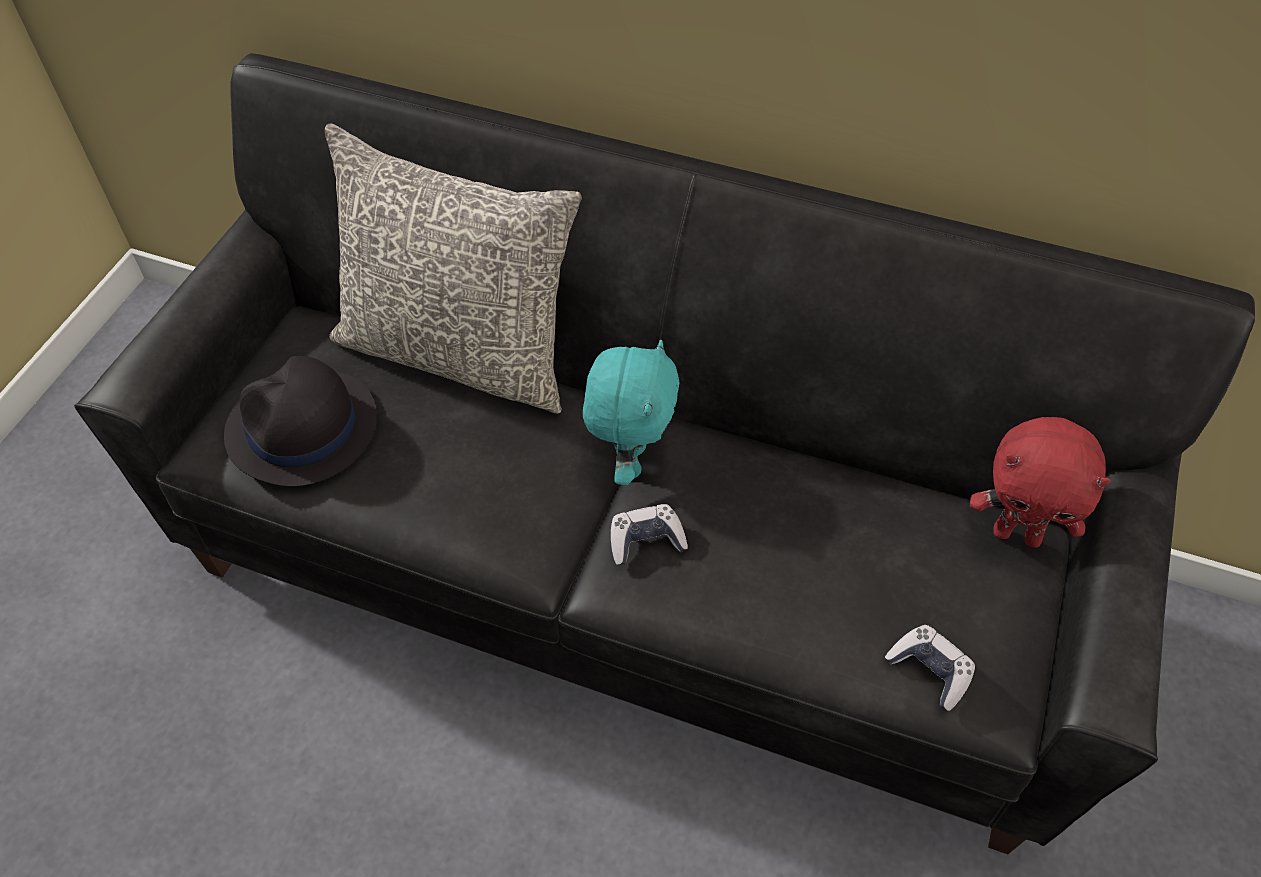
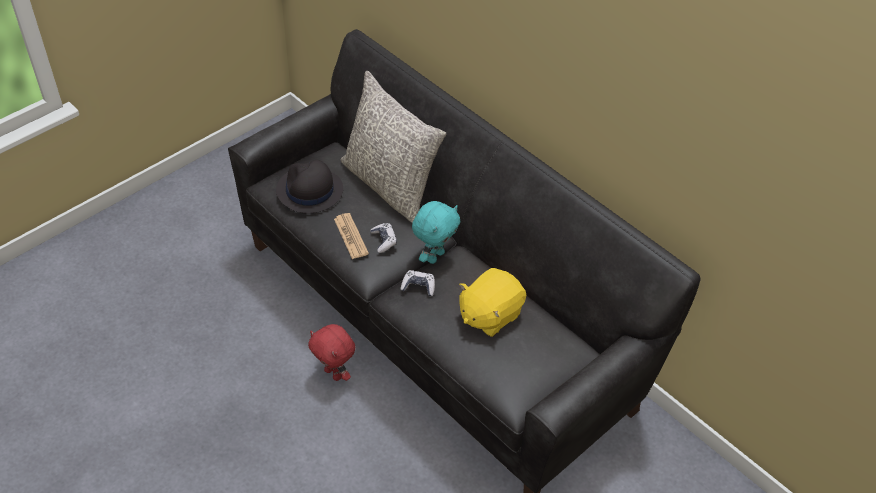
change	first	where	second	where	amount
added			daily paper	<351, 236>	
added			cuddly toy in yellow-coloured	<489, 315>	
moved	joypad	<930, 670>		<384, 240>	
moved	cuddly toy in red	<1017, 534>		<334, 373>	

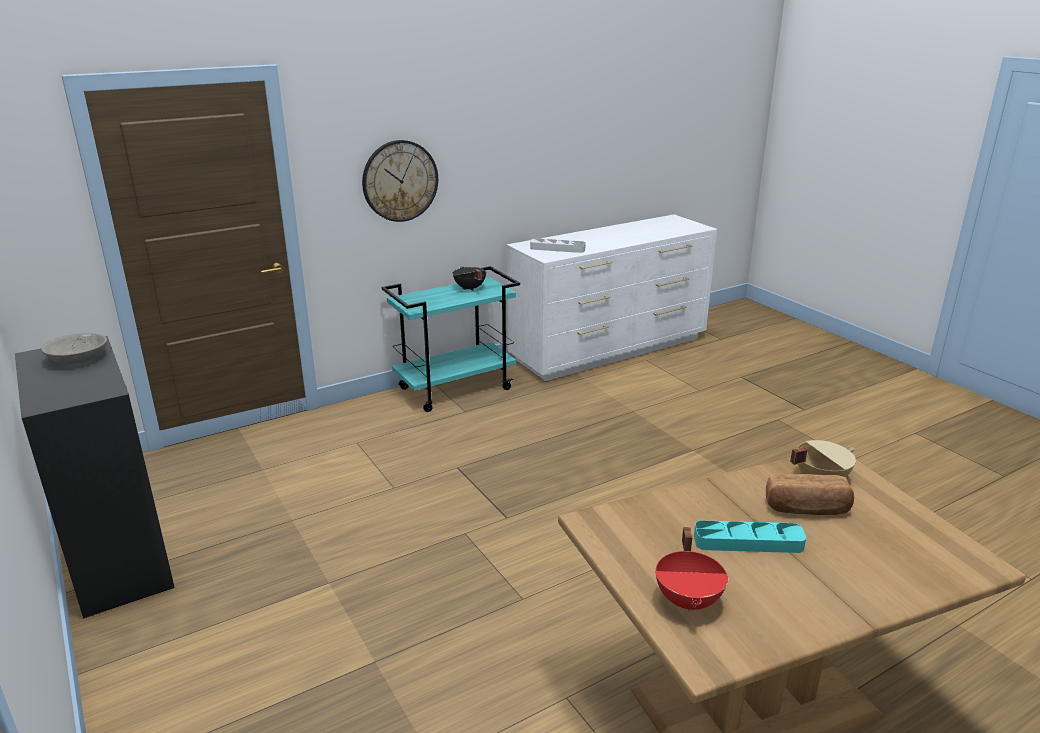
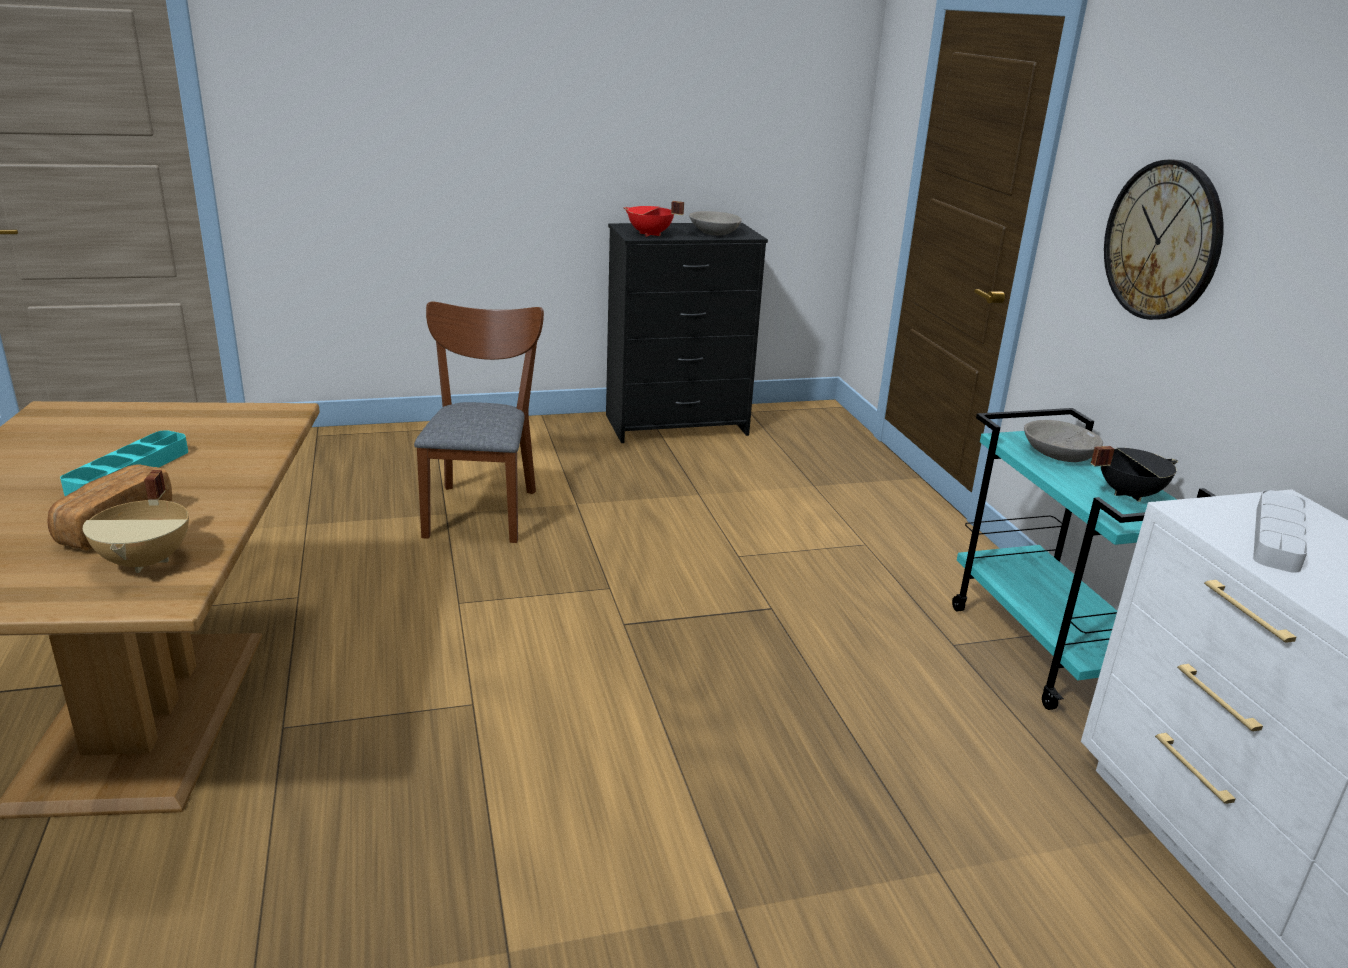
change	first	where	second	where	amount
added			upright chair in brownish	<482, 508>	
added			serving bowl in grey	<1058, 454>	
moved	cooking pot in red	<689, 600>		<650, 235>	

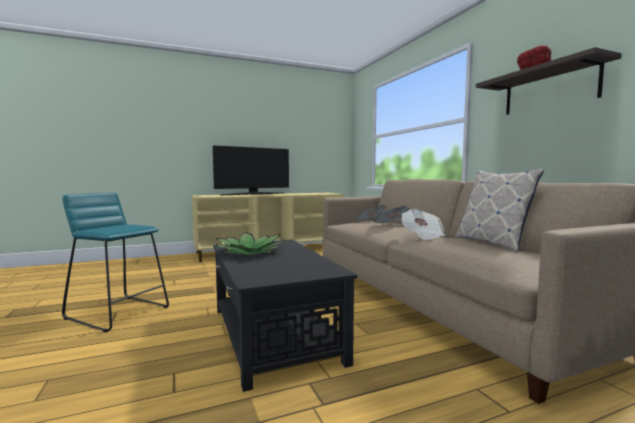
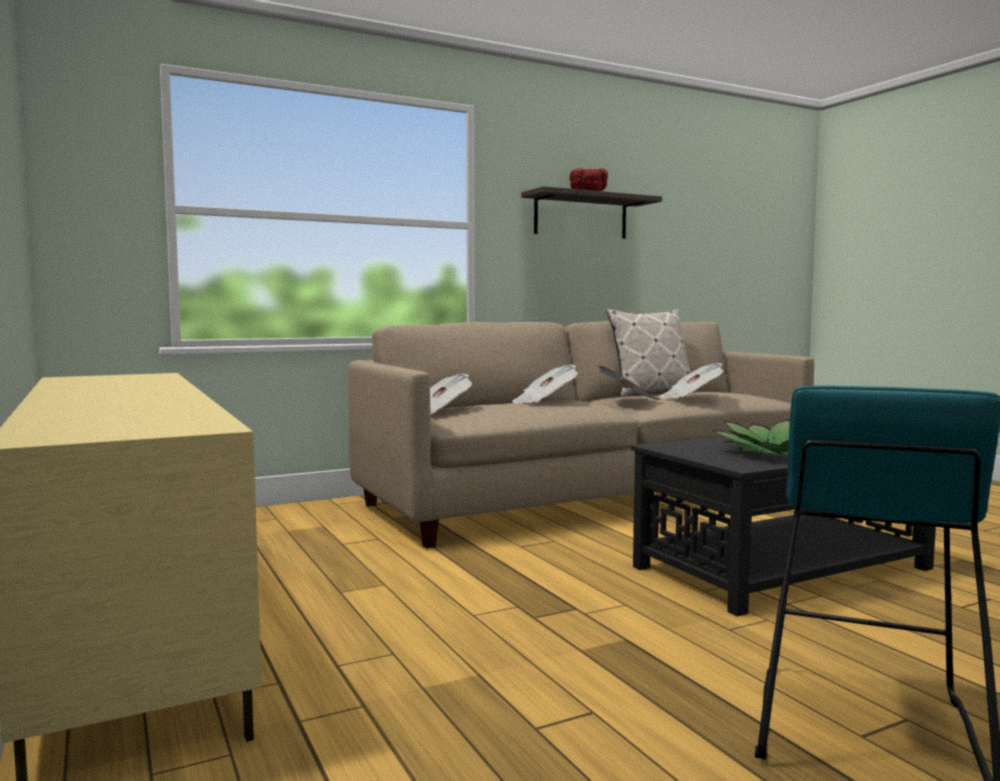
change	first	where	second	where	amount
removed	TV set	<253, 194>			
added			daily paper	<691, 397>	

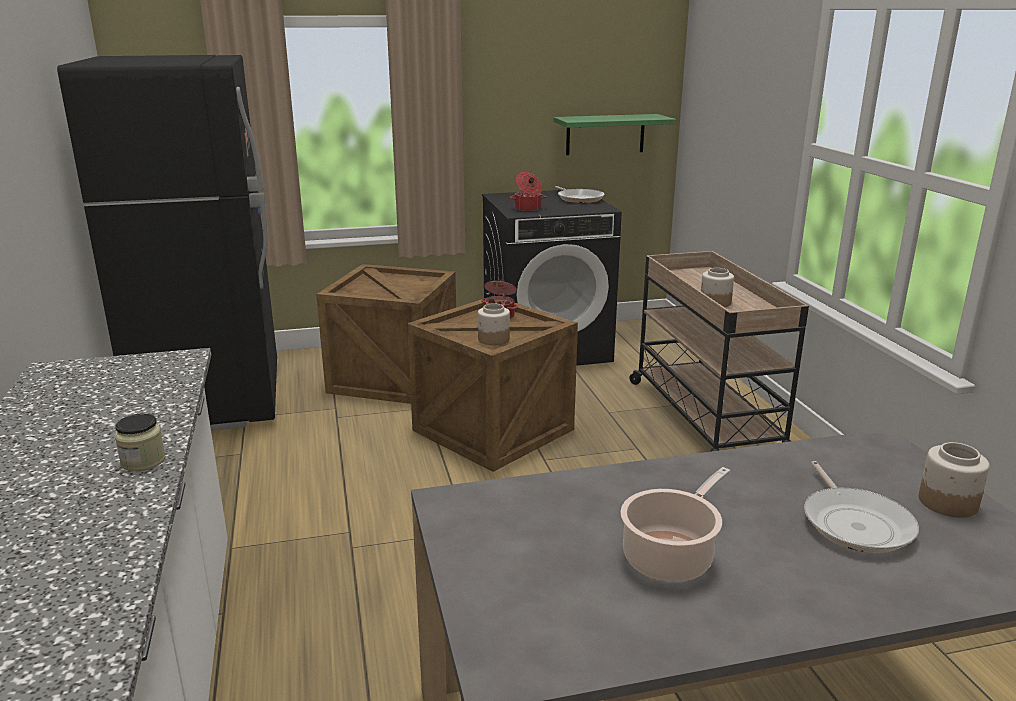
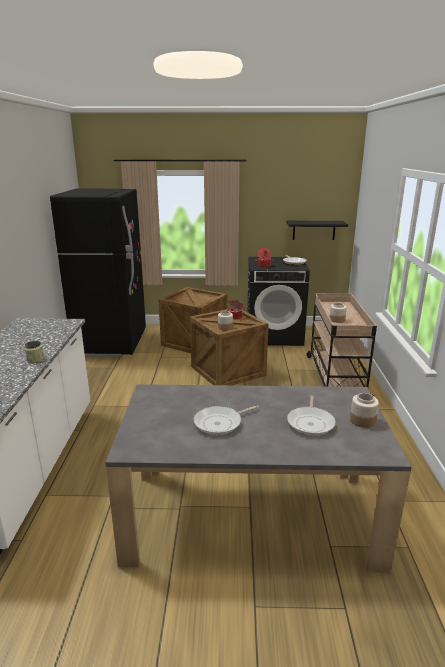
change	first	where	second	where	amount
replaced	cooking pot	<671, 556>	skillet	<220, 423>	
recoloured	shelf in green-coloured	<605, 134>	shelf in black-coloured	<314, 230>	

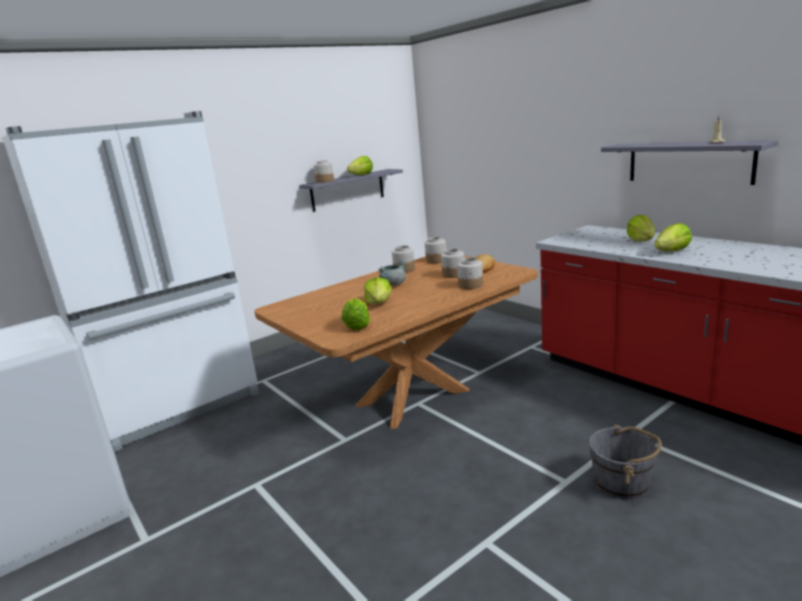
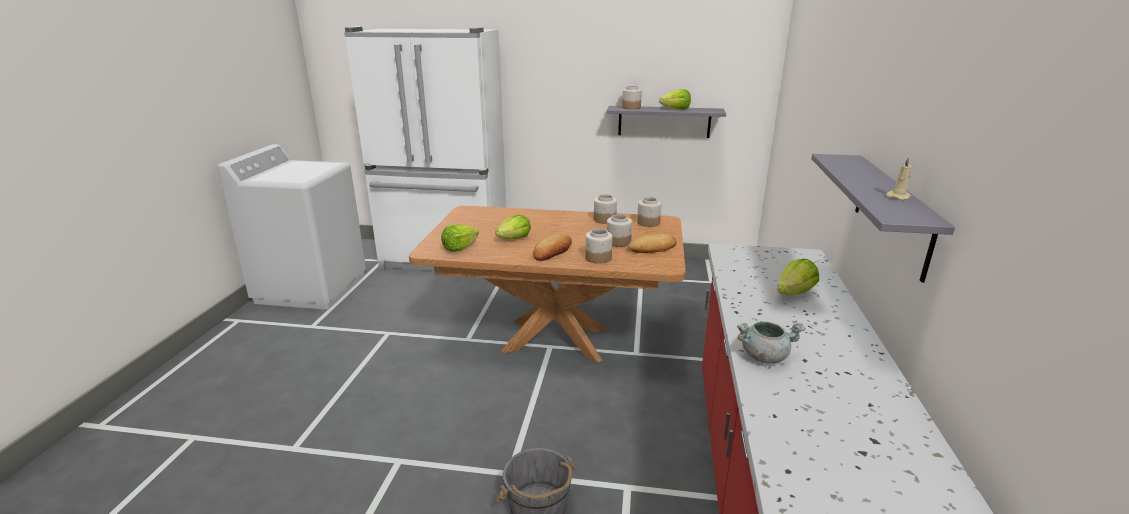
change	first	where	second	where	amount
removed	lettuce head	<672, 251>			
added			bread	<552, 251>	
moved	cooking pot in grey	<393, 284>		<764, 356>	

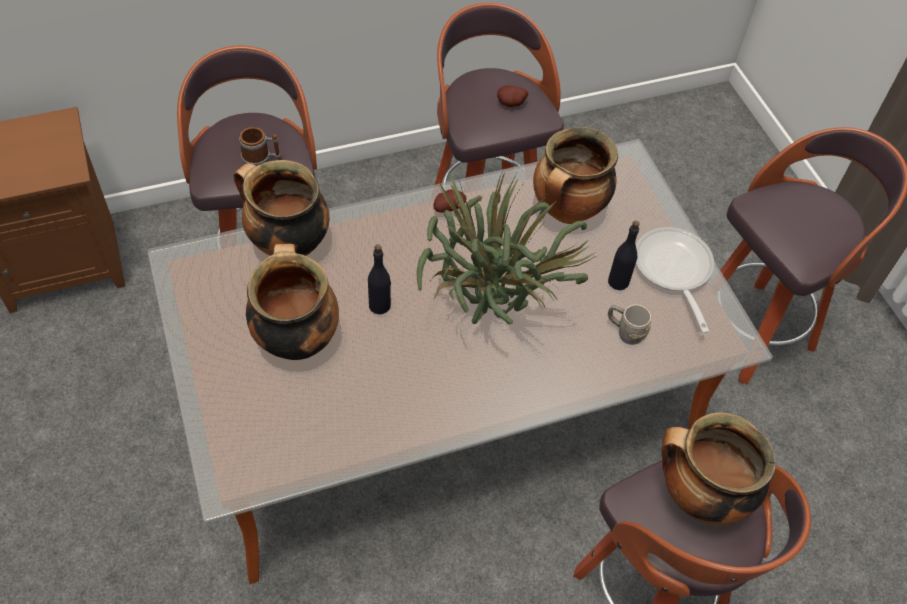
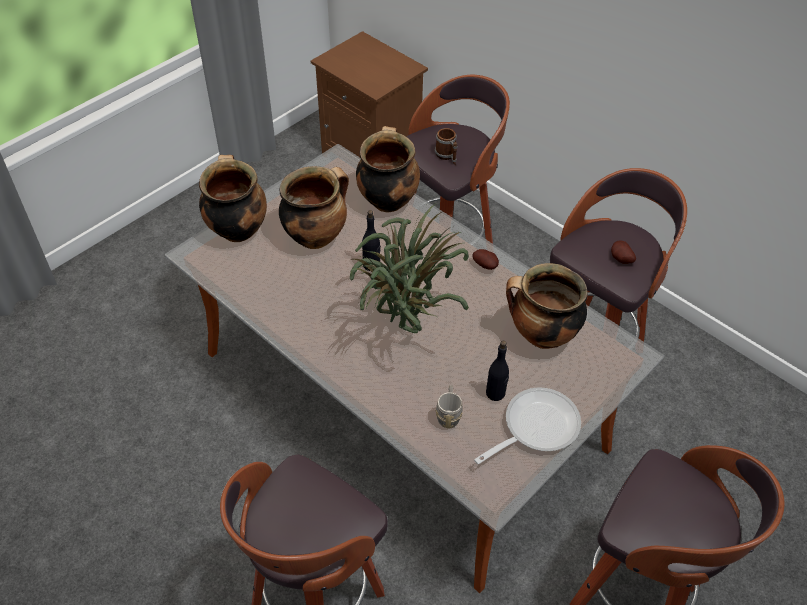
change	first	where	second	where	amount
moved	cooking pot	<699, 497>		<237, 229>	

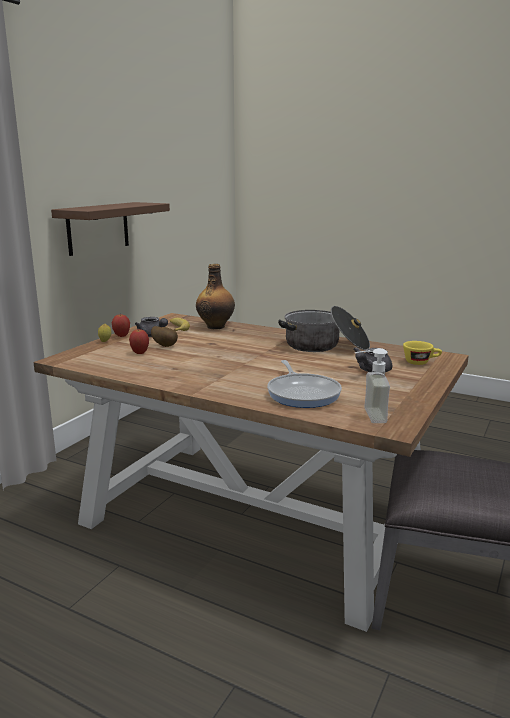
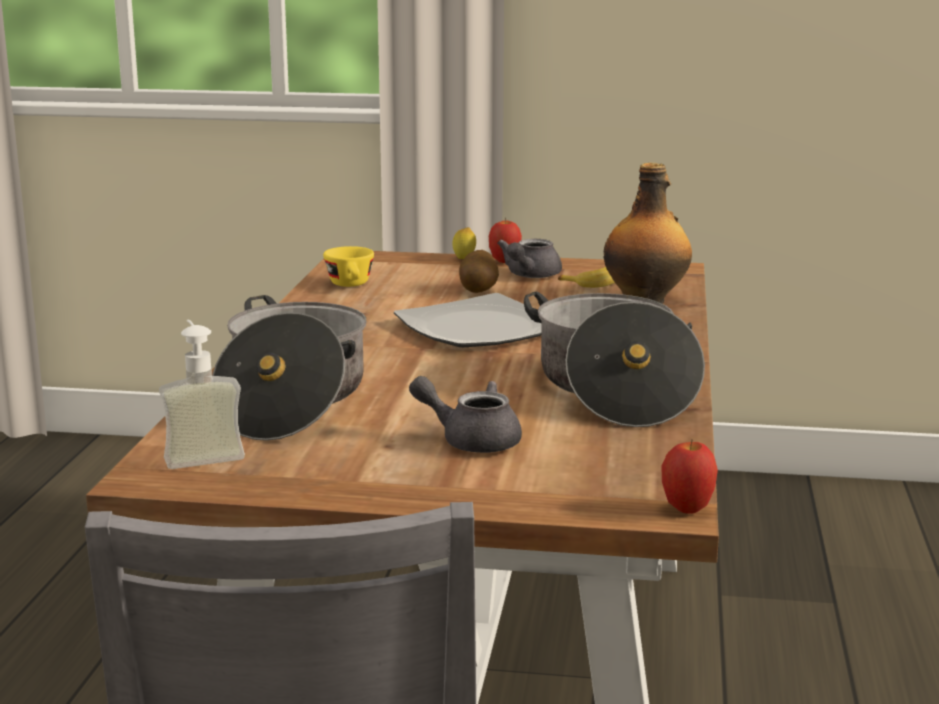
change	first	where	second	where	amount
removed	shelf in brownish	<98, 228>			
added			flat dish	<479, 329>	
moved	apple	<139, 353>		<687, 509>	
moved	small cup in yellow-coloured	<421, 362>		<351, 285>	
replaced	skillet	<303, 393>	cooking pot	<292, 401>	

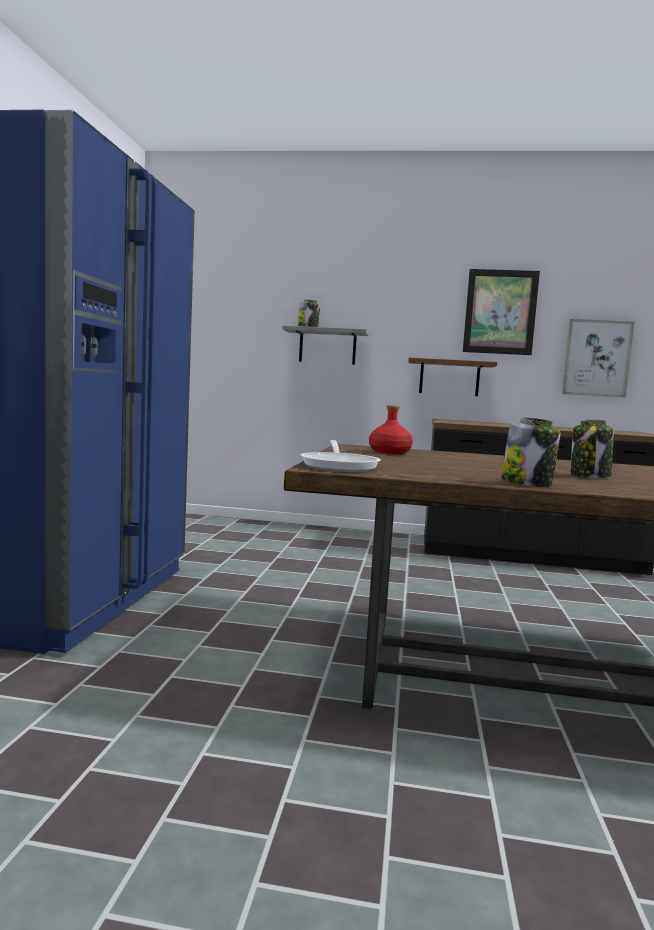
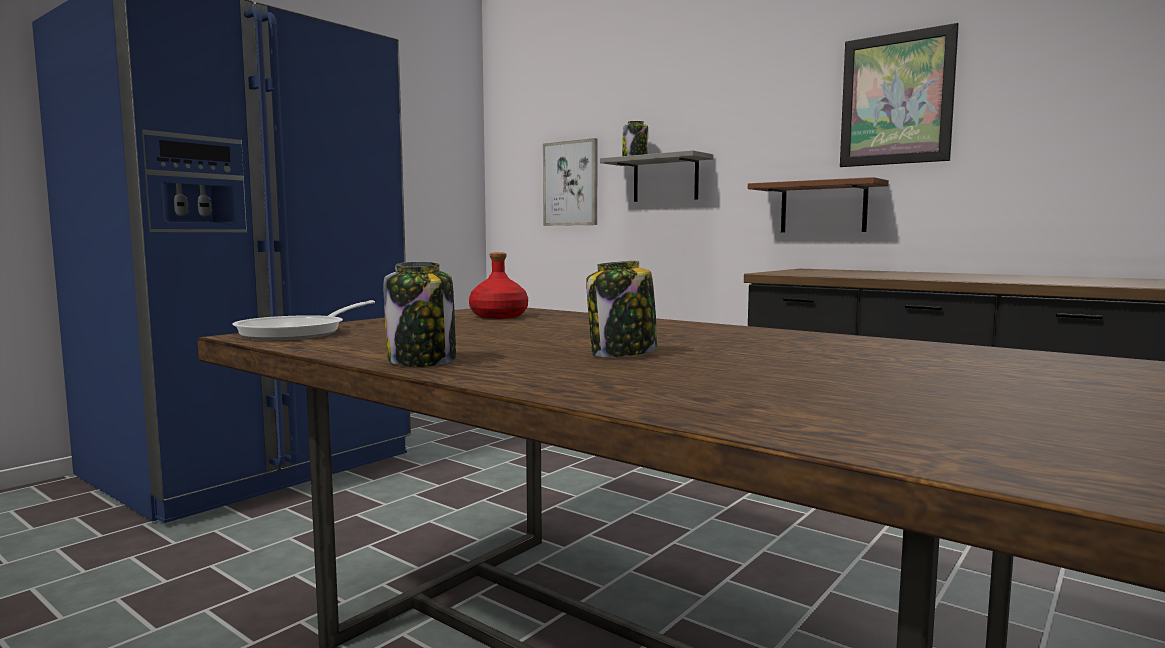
change	first	where	second	where	amount
moved	wall picture	<596, 358>		<571, 183>	

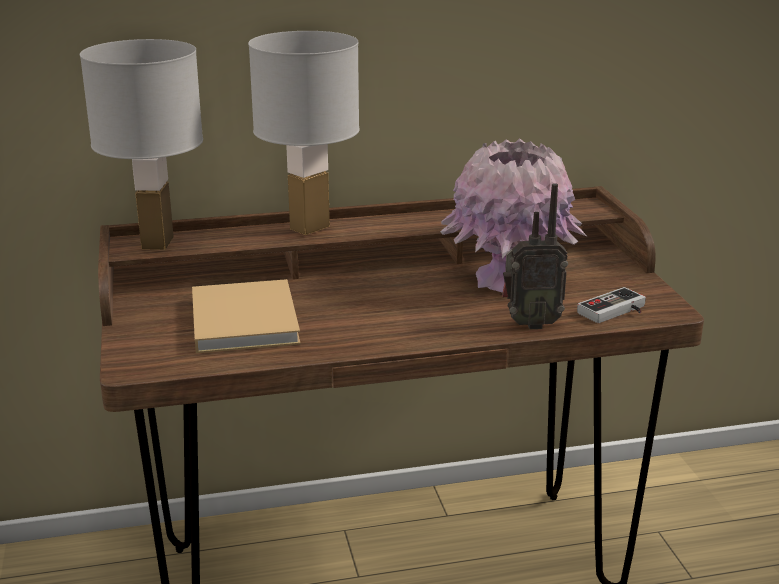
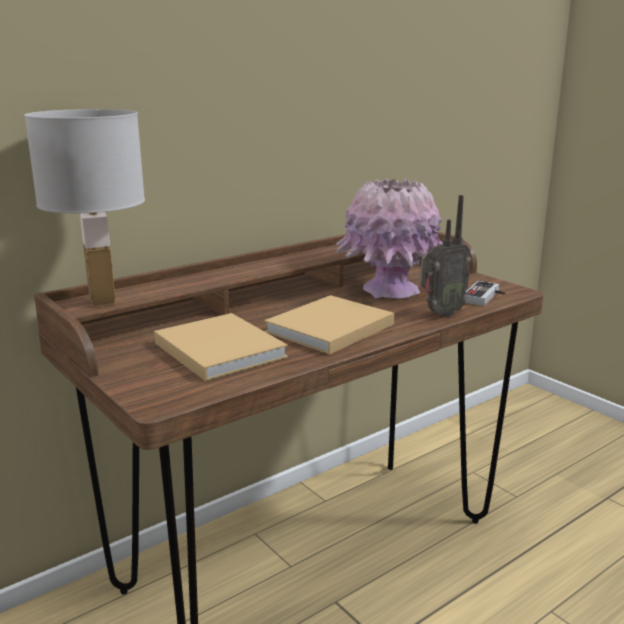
change	first	where	second	where	amount
removed	lamp for a table in whitish	<310, 227>			
added			bound book in beige-coloured	<327, 329>	

